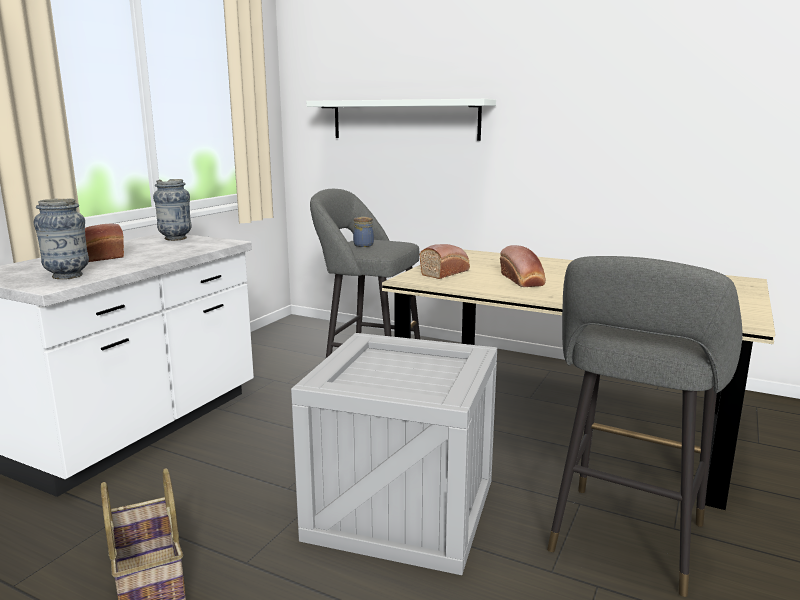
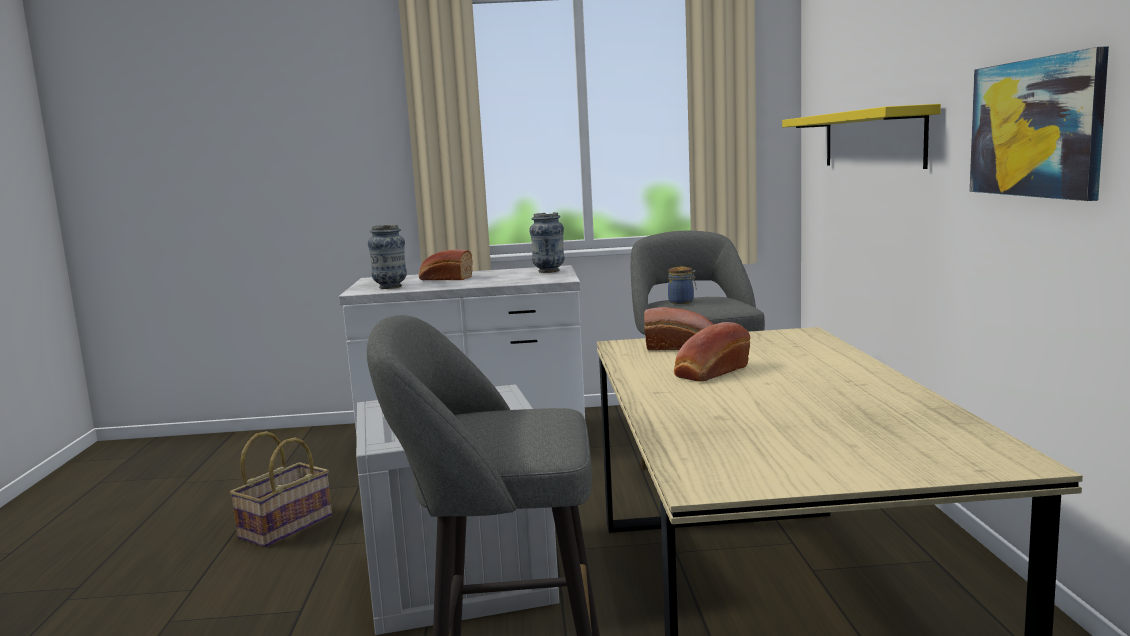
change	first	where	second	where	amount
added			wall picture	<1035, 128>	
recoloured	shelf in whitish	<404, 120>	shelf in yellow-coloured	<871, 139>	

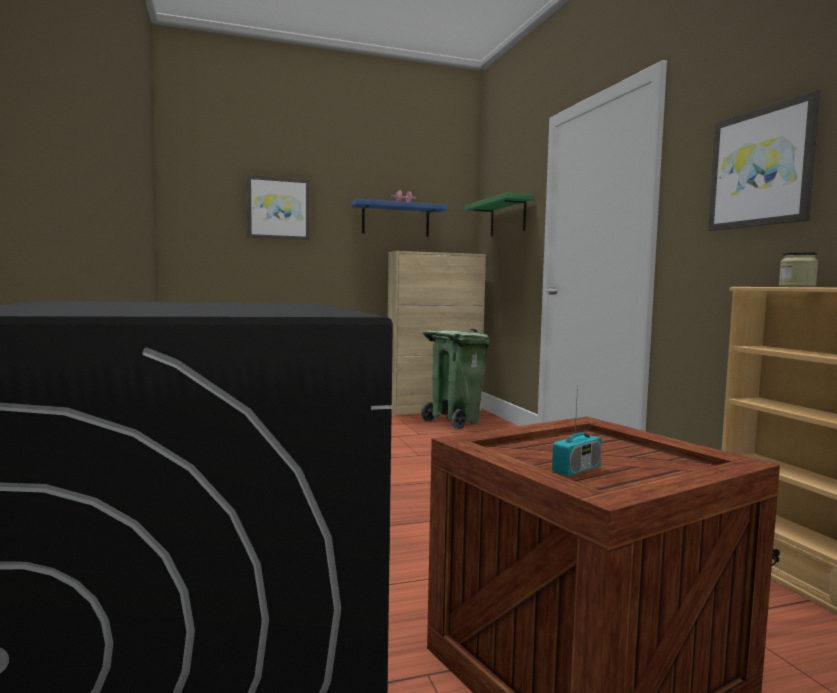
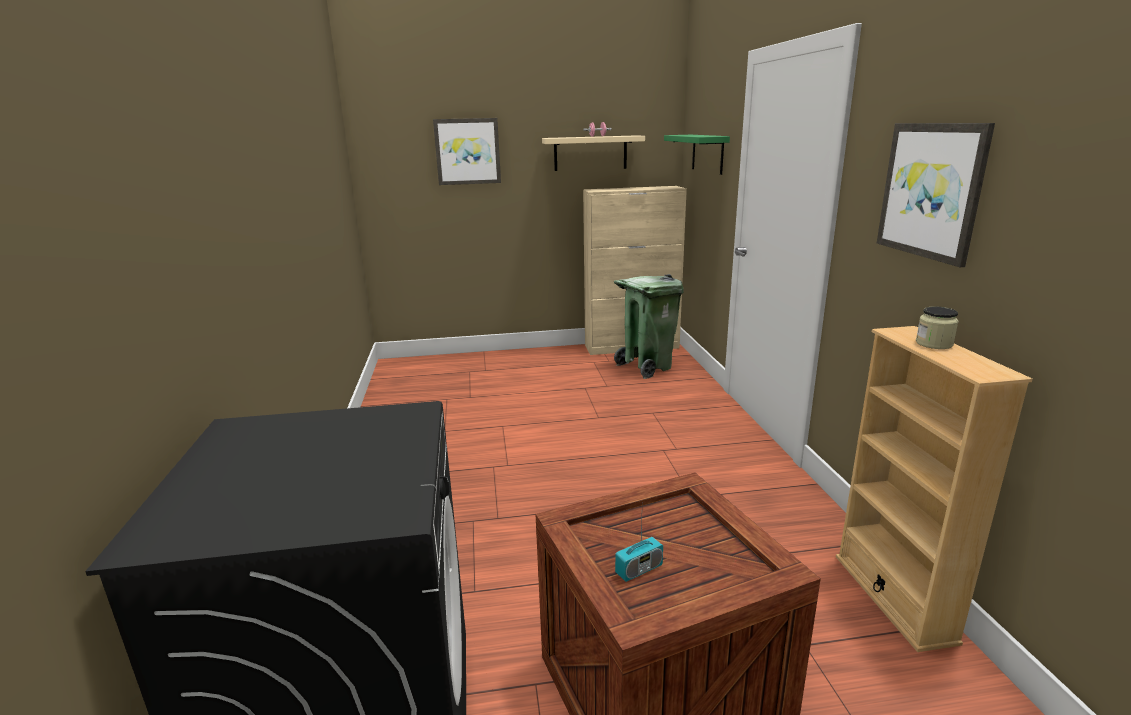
change	first	where	second	where	amount
recoloured	shelf in blue	<395, 220>	shelf in beige-coloured	<590, 153>	

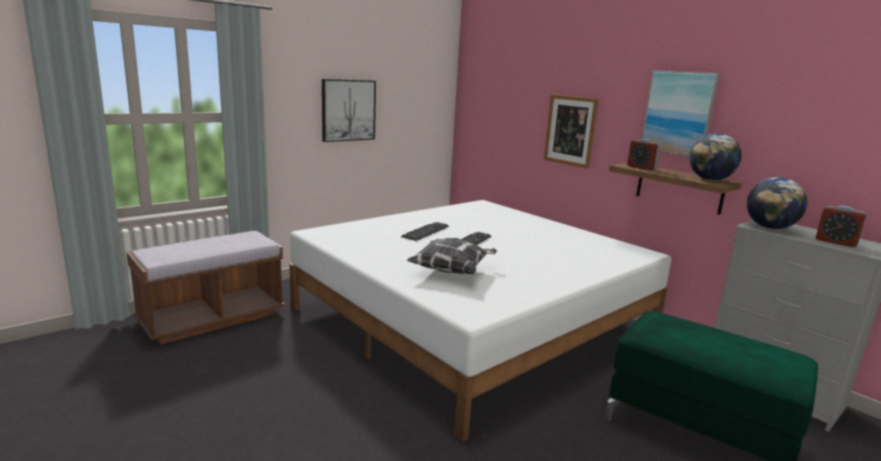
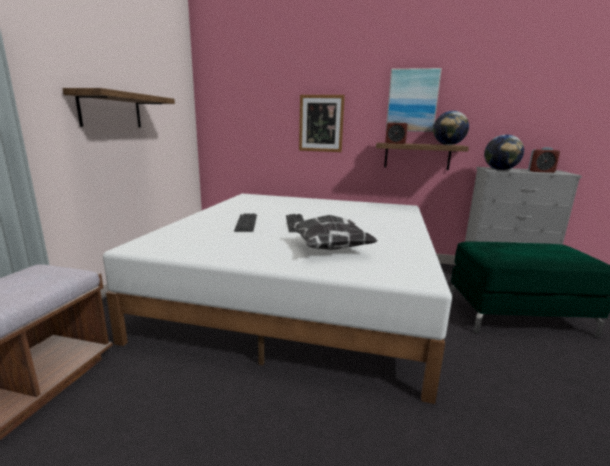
change	first	where	second	where	amount
replaced	wall picture	<348, 110>	shelf	<111, 110>	

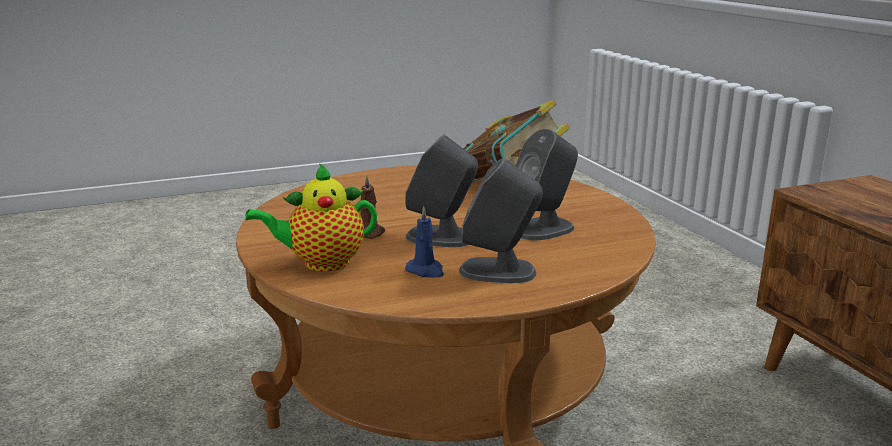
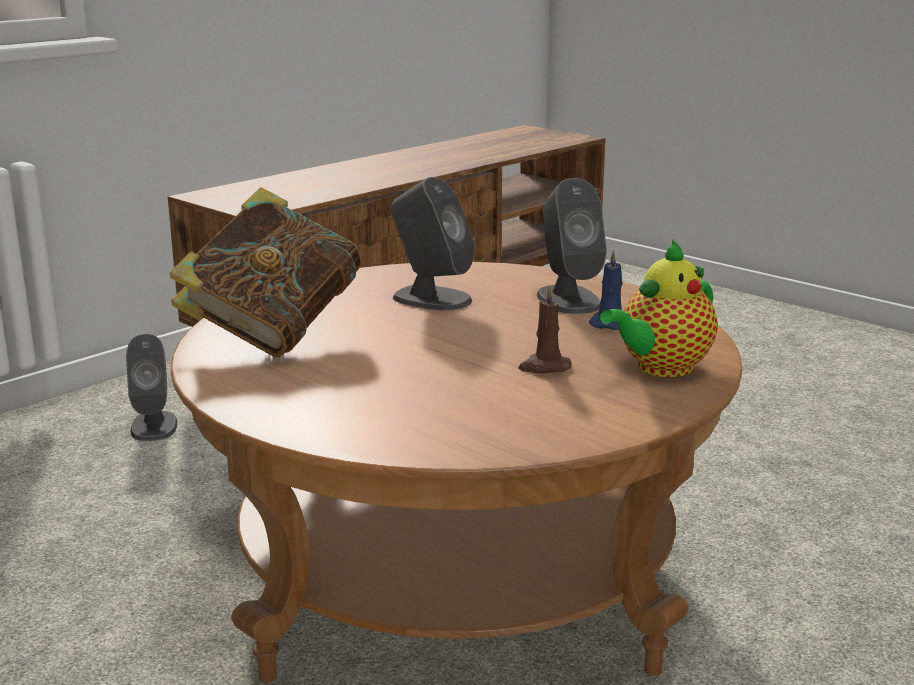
change	first	where	second	where	amount
moved	loudspeaker in grey	<441, 237>		<154, 426>	
turned	pot for tea	<321, 263>		<661, 368>	90 degrees clockwise

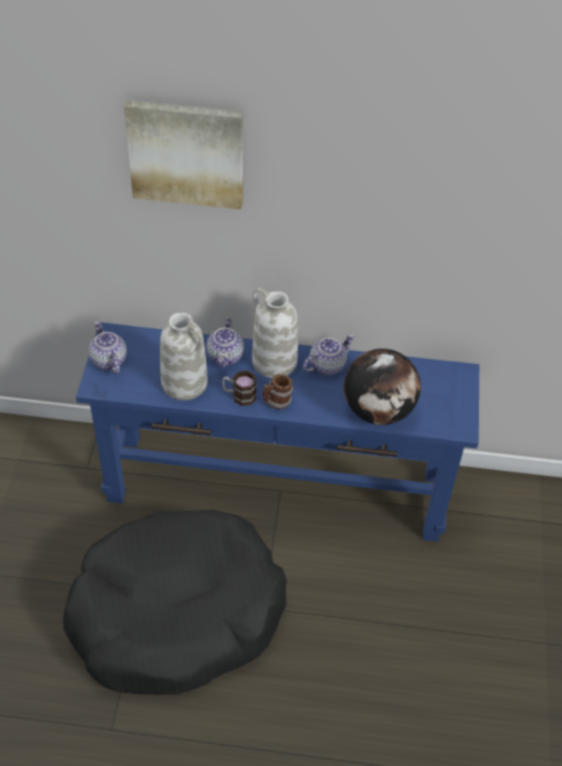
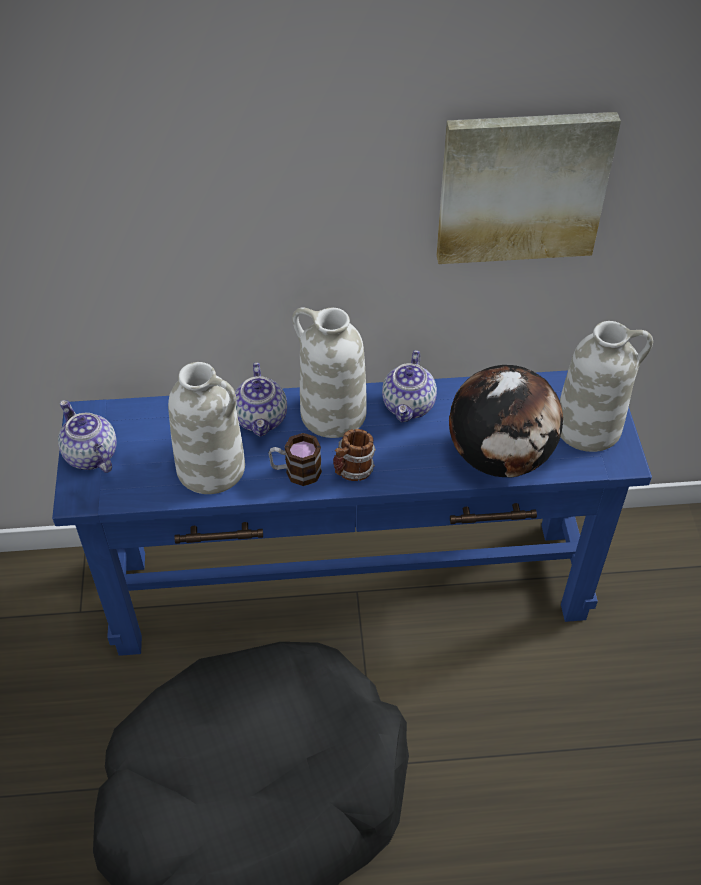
change	first	where	second	where	amount
added			flower vase in whitish	<589, 426>	
moved	wall picture	<186, 153>		<522, 187>	
turned	pot for tea	<327, 365>		<409, 406>	150 degrees clockwise

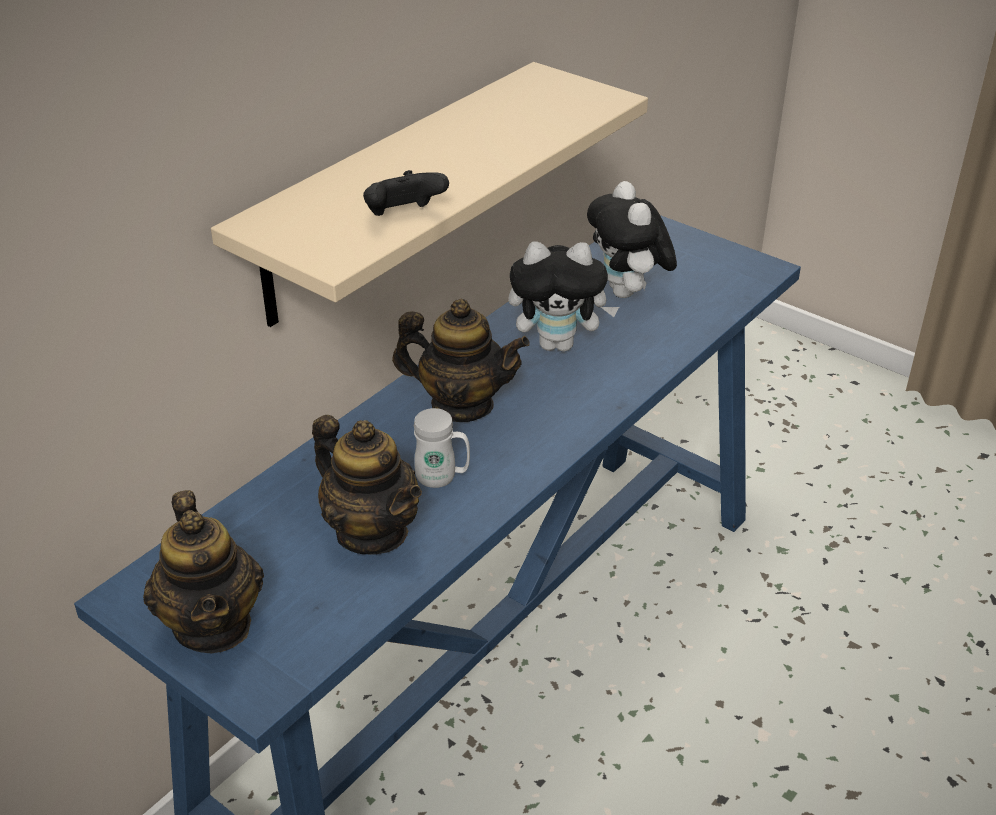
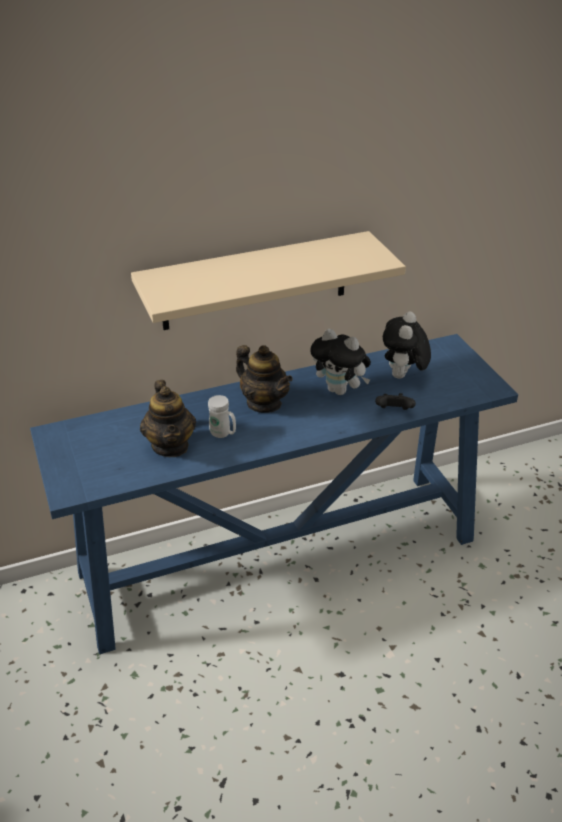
change	first	where	second	where	amount
removed	pot for tea	<213, 625>			
moved	joypad in black-coloured	<403, 216>		<394, 412>	

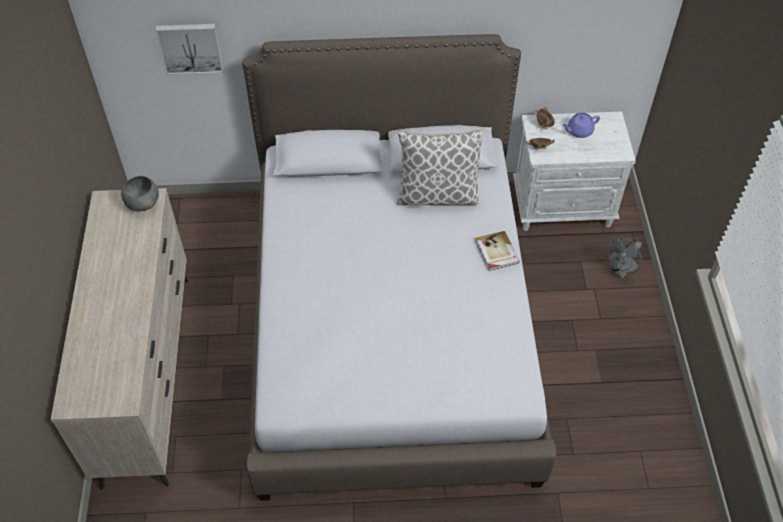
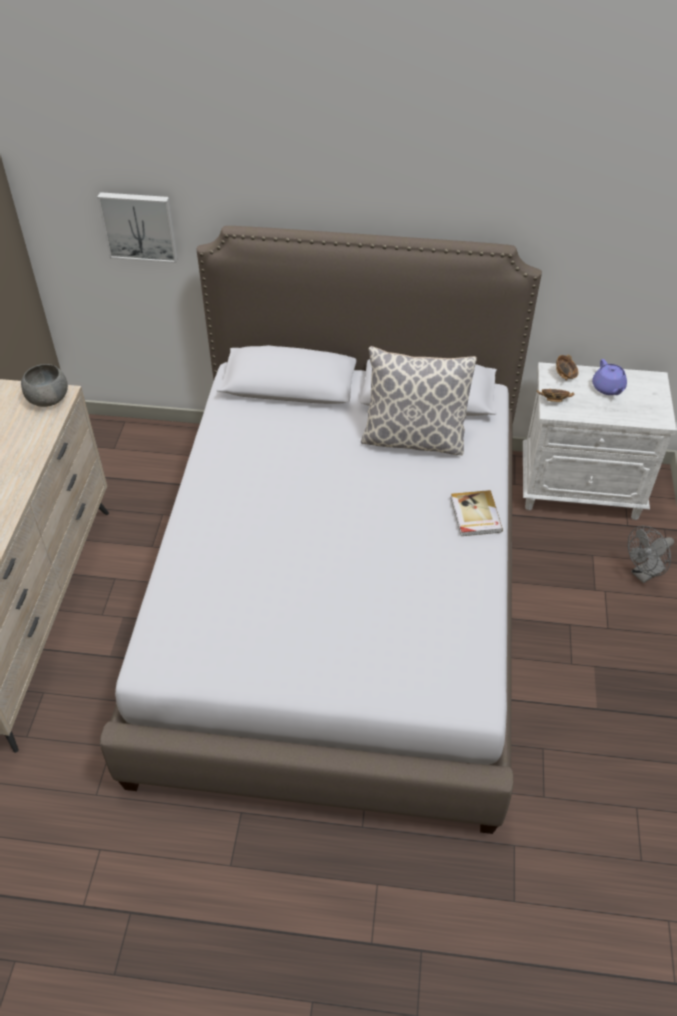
change	first	where	second	where	amount
turned	pot for tea in purple	<579, 131>		<608, 388>	90 degrees counterclockwise

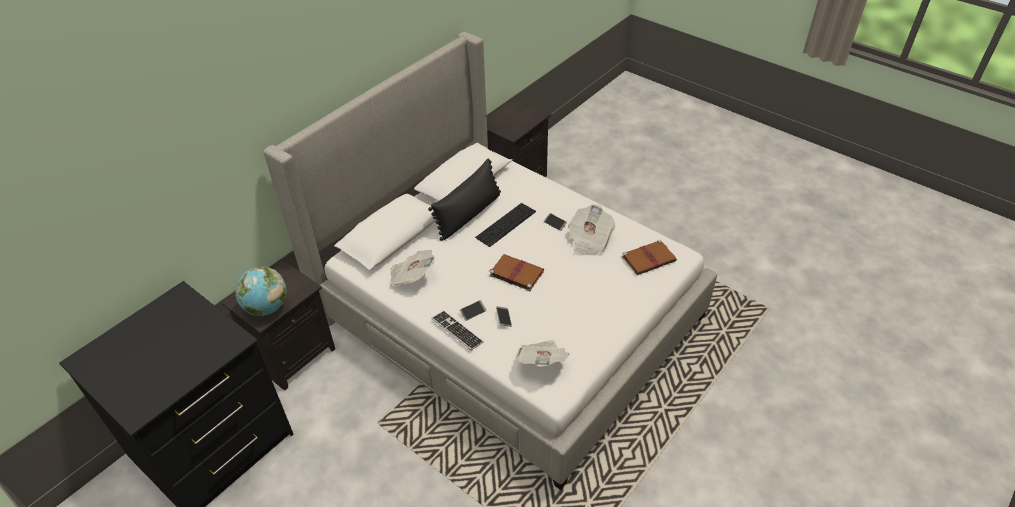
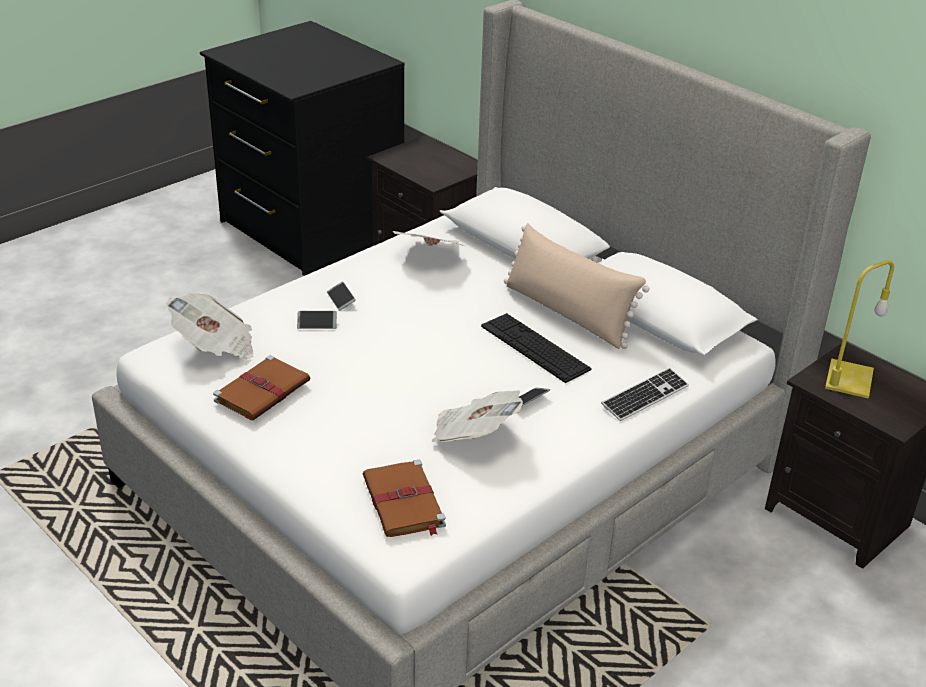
change	first	where	second	where	amount
removed	world globe	<266, 307>			
added			lamp for a table in yellow-coloured	<849, 380>	
moved	computer keyboard	<457, 331>		<645, 396>	
moved	bound book in brownish	<515, 273>		<263, 390>	
recoloured	cushion in black-coloured	<469, 214>	cushion in beige-coloured	<567, 313>	

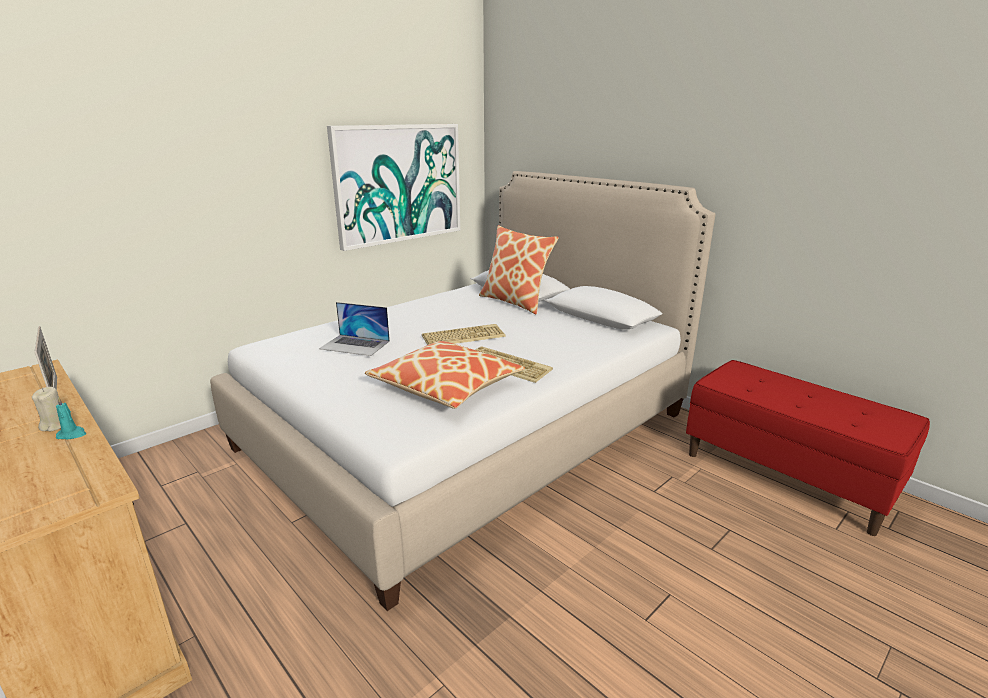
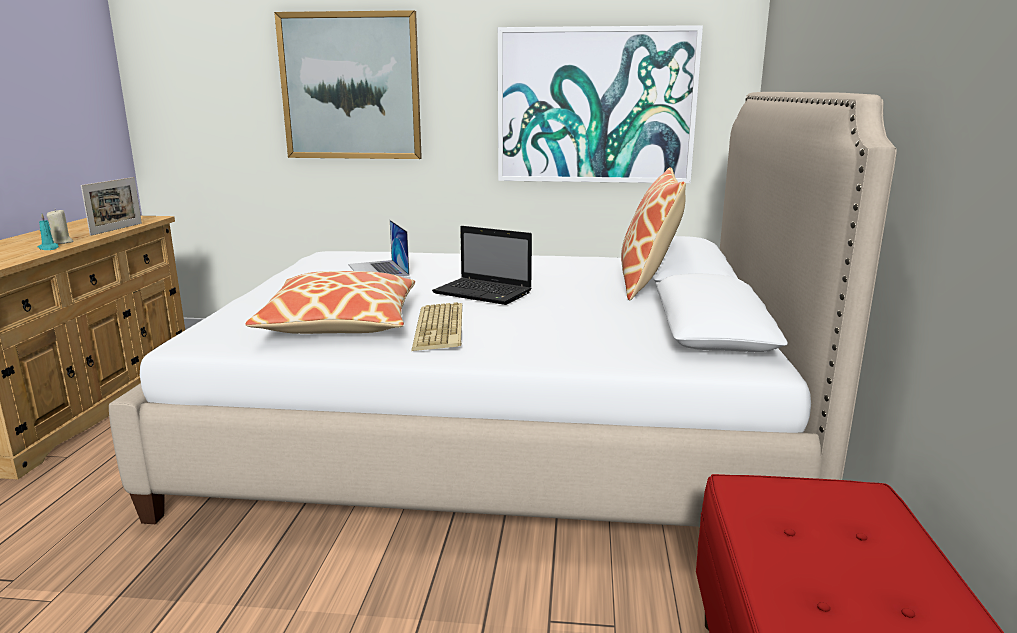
change	first	where	second	where	amount
added			wall picture	<350, 87>	
replaced	computer keyboard	<463, 336>	notebook computer	<484, 293>	

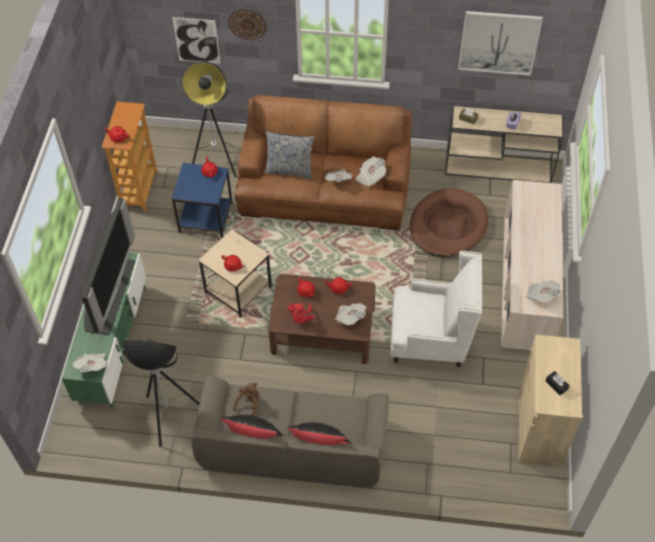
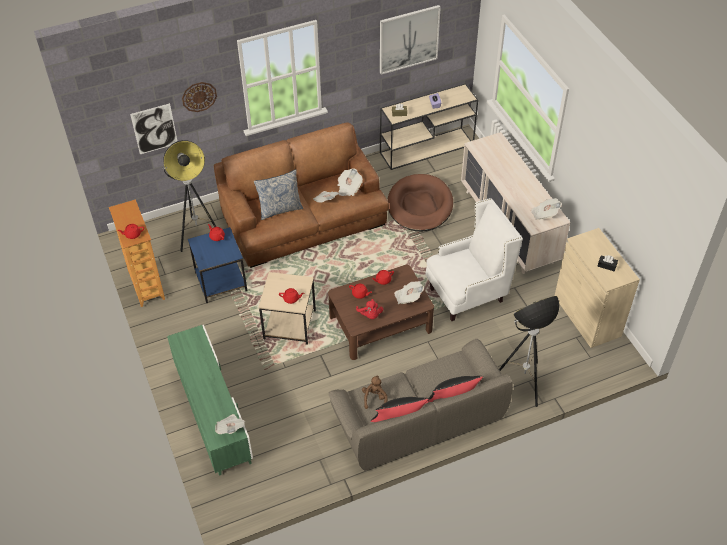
change	first	where	second	where	amount
removed	TV set	<108, 295>			
moved	standard lamp	<168, 417>		<522, 383>	

